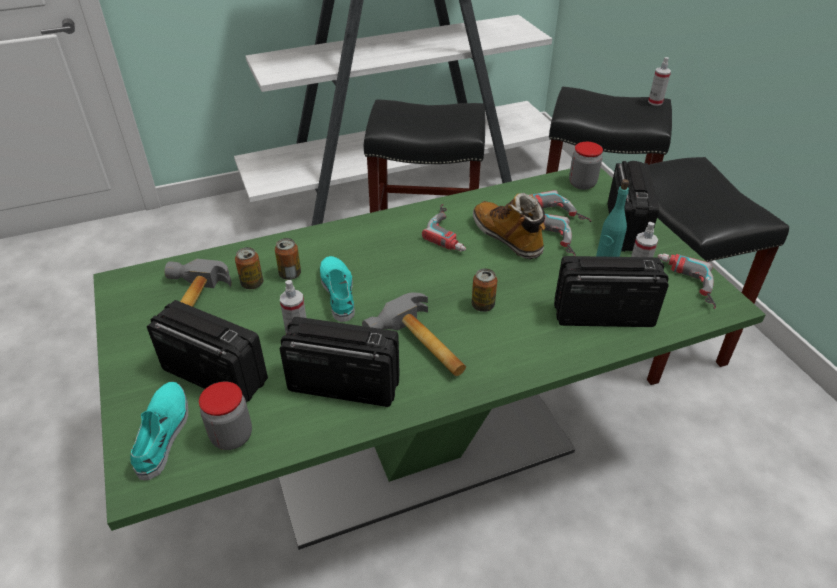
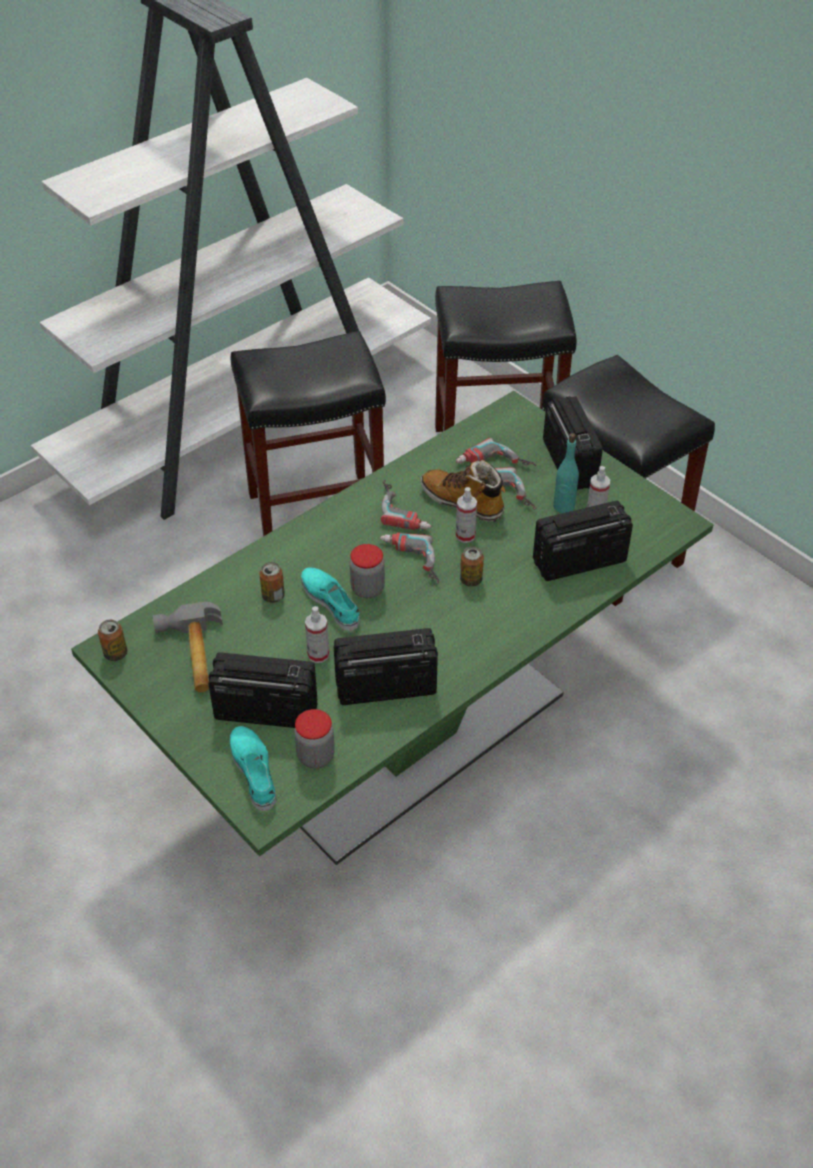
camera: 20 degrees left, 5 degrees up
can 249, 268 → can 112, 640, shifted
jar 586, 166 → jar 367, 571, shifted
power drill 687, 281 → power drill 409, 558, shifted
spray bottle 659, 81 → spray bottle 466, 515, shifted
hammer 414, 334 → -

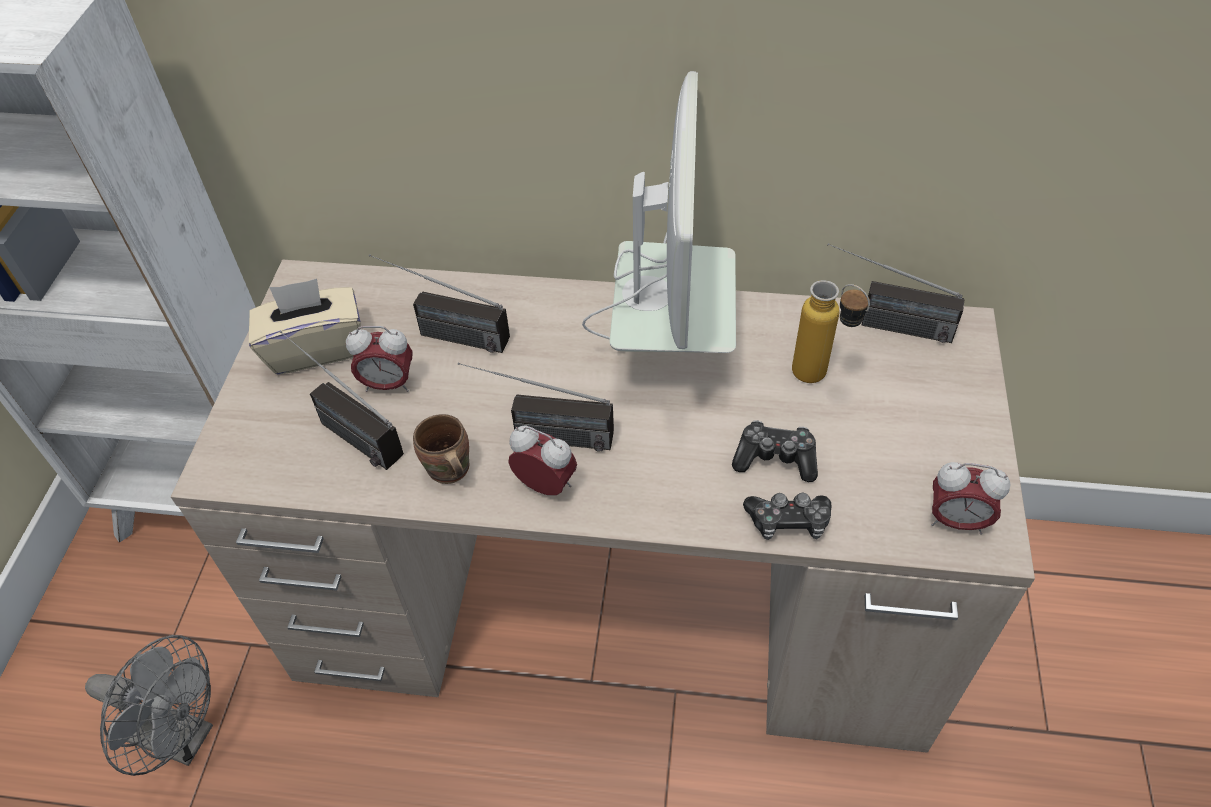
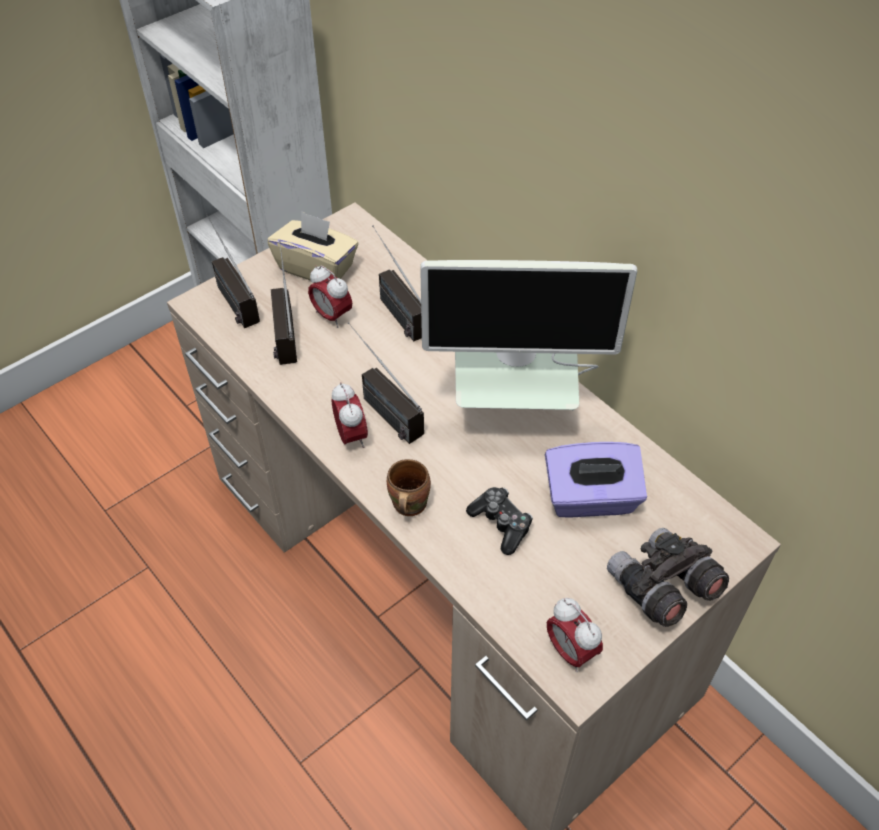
camera: 40 degrees right, 0 degrees up
radio 895, 293 → radio 233, 271, shifted
brown mug 441, 449 → brown mug 409, 487, shifted
monitor 659, 212 → monitor 528, 335, 45 degrees clockwise
bottle 831, 331 → purple tissue box 596, 480
- → grey binoculars 668, 577
grey fan 149, 705 → -
game controller 787, 516 → -

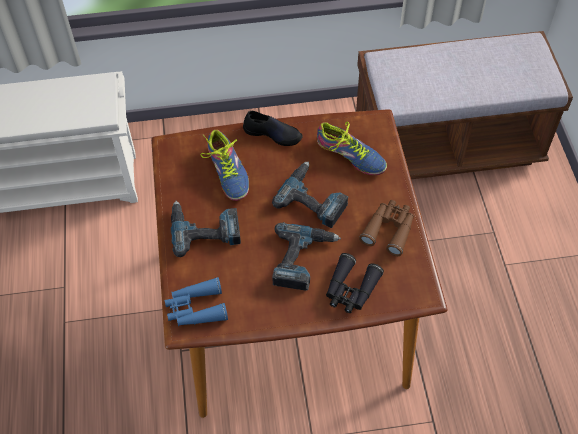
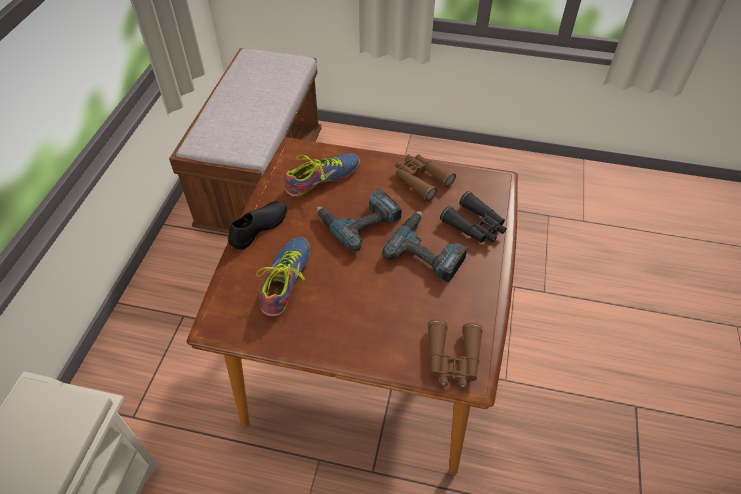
camera: 70 degrees left, 5 degrees down
shoe 225, 165 → shoe 283, 276, 75 degrees counterclockwise
blue binoculars 196, 301 → brown binoculars 455, 354
power drill 206, 229 → -

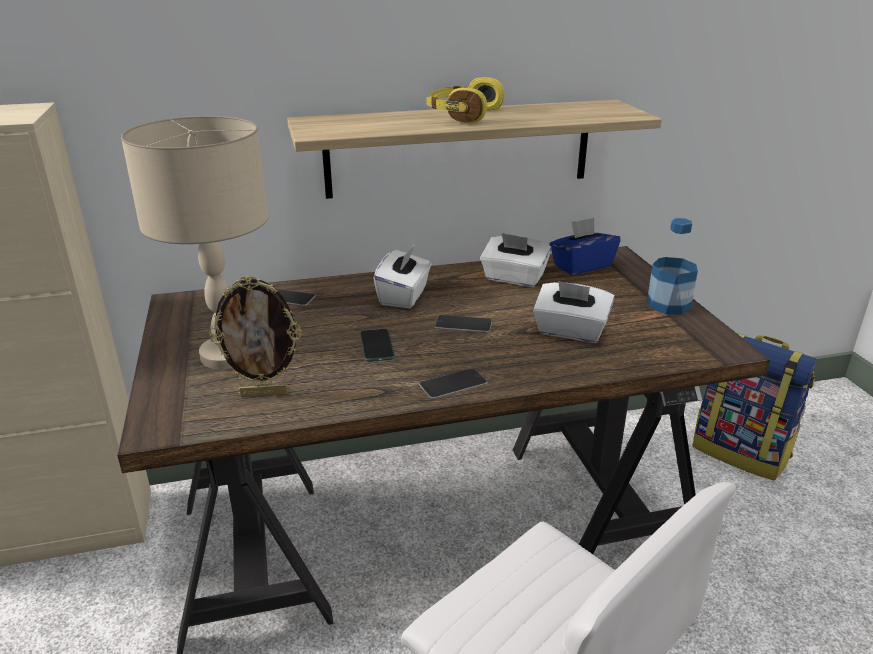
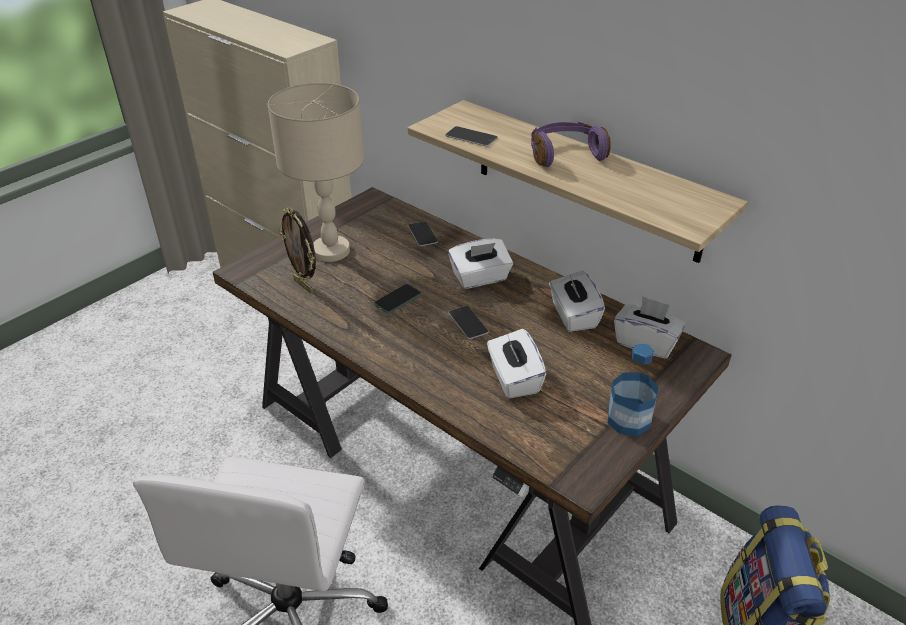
camera: 55 degrees right, 10 degrees up
phone 453, 383 → phone 471, 136, shifted
yellow headphones 465, 100 → purple headphones 571, 144
blue tissue box 585, 246 → white tissue box 650, 327

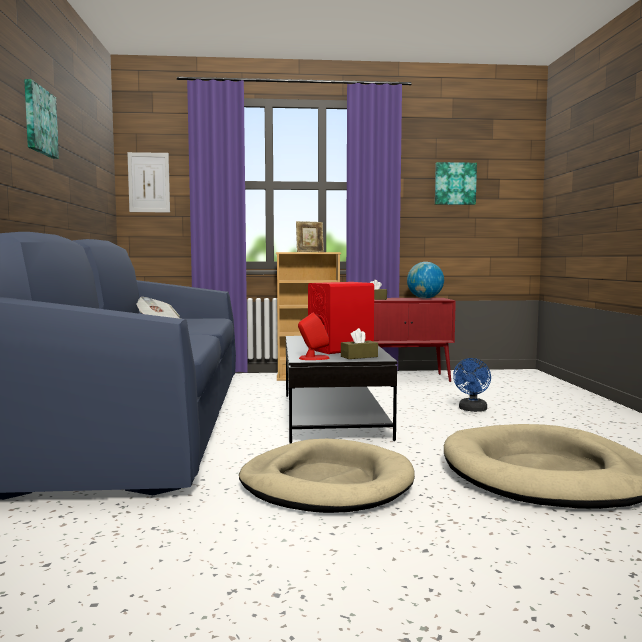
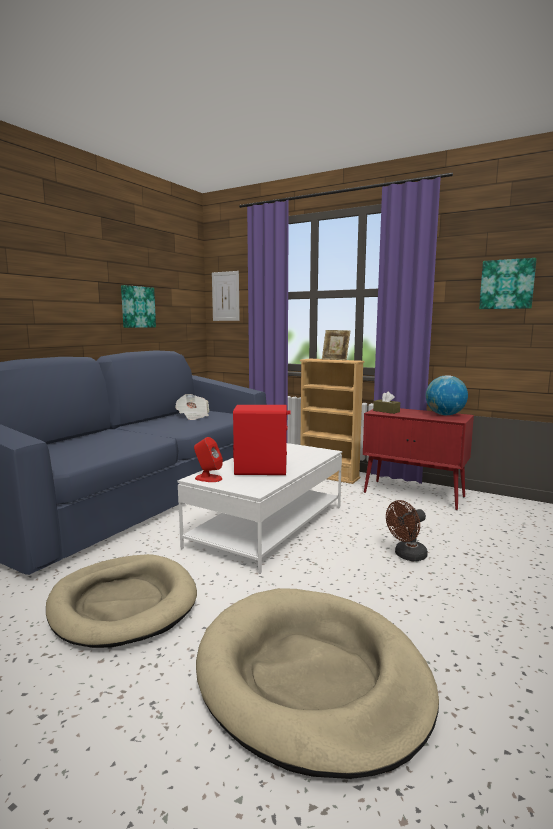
camera: 35 degrees right, 5 degrees up
picture 41, 119 → picture 138, 306, shifted
black coffee table 342, 390 → white coffee table 260, 508
blue fan 472, 385 → brown fan 407, 530
brown tissue box 359, 343 → -

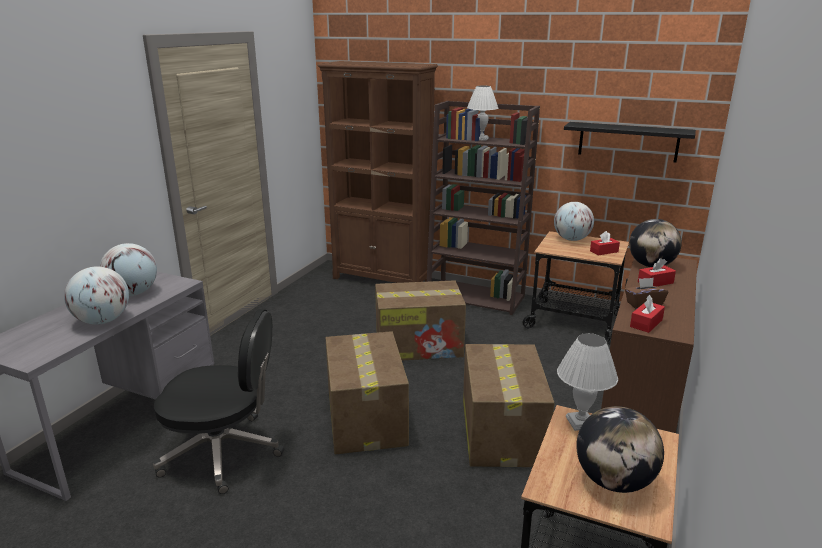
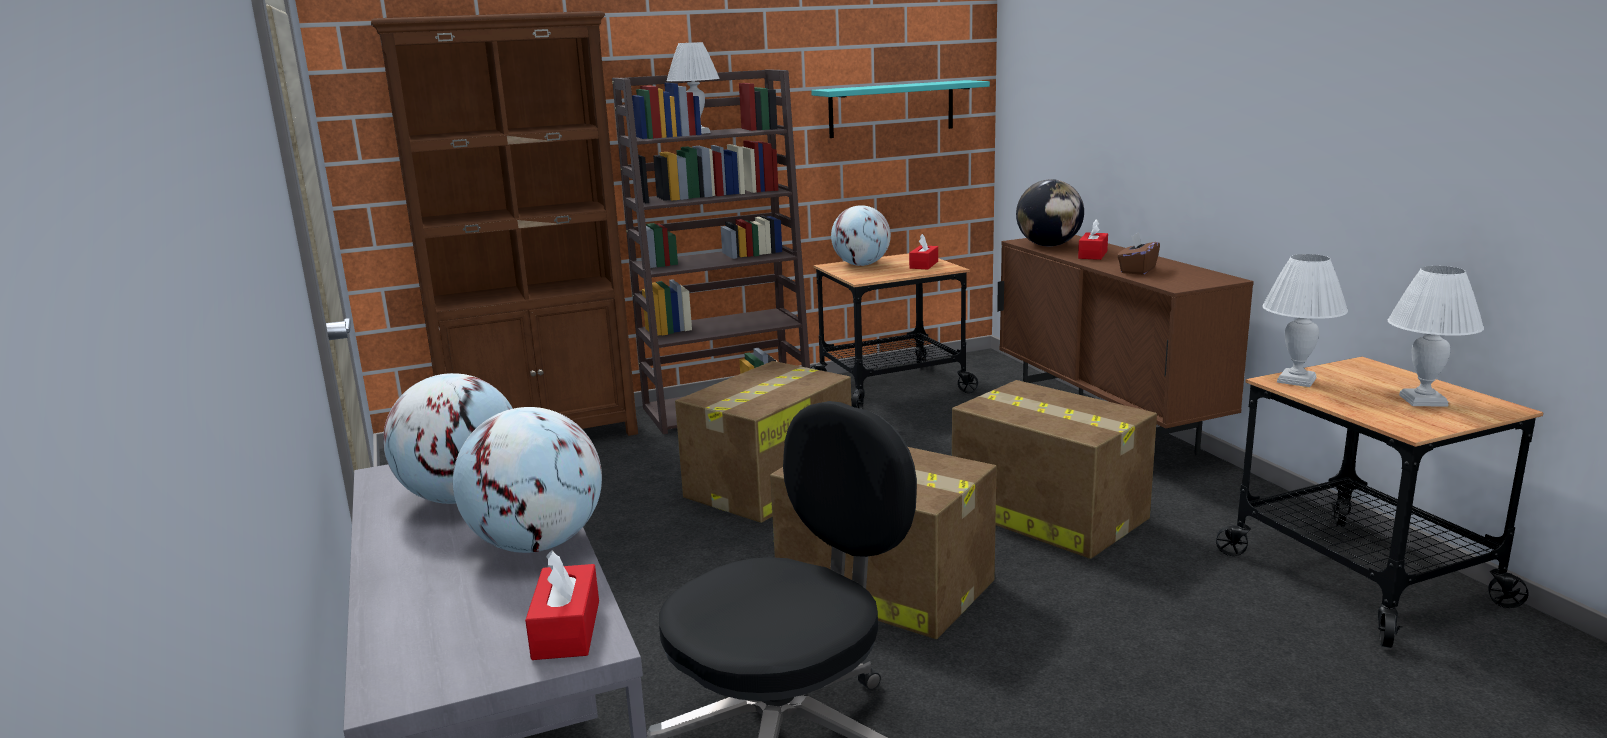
camera: 45 degrees left, 5 degrees down
red tissue box 647, 314 → red tissue box 562, 605, shifted
black shelf 630, 142 → turquoise shelf 900, 109
globe 620, 449 → white table lamp 1436, 336

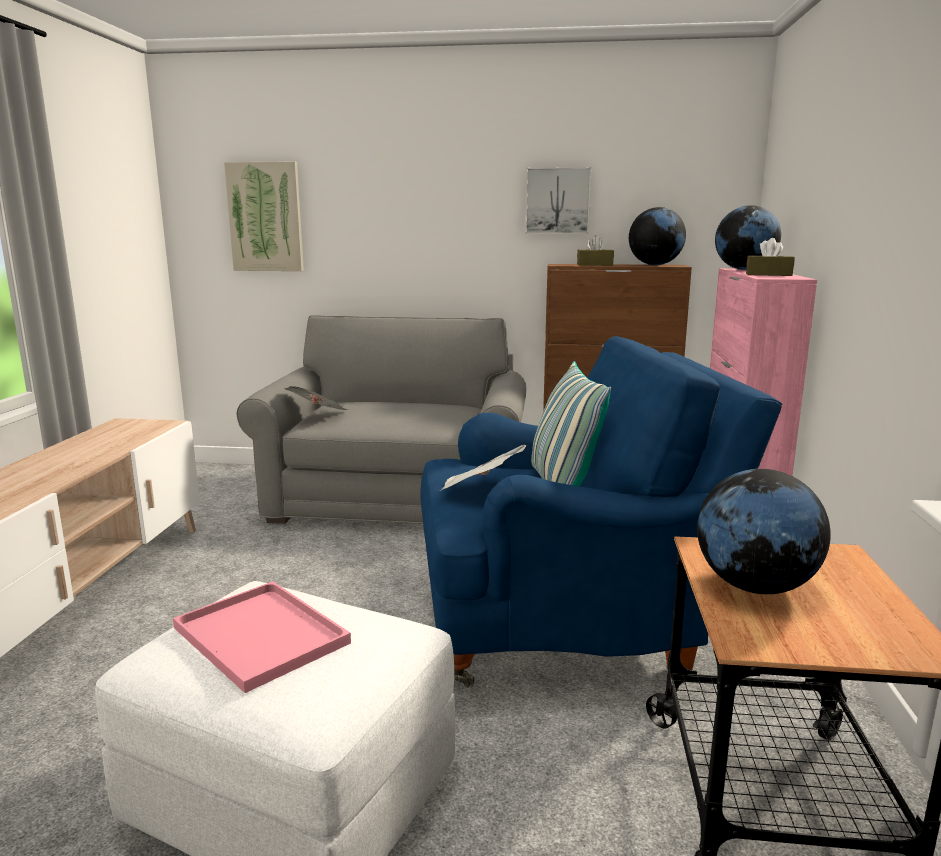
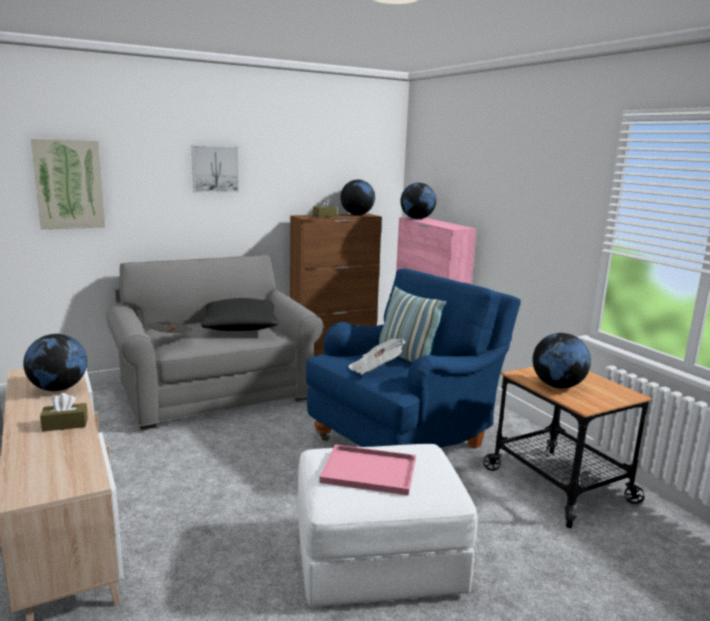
camera: 35 degrees left, 0 degrees up
- → globe 55, 362
brown tissue box 770, 257 → brown tissue box 64, 412, shifted
picture 558, 200 → picture 215, 169, shifted
- → black pillow 239, 314

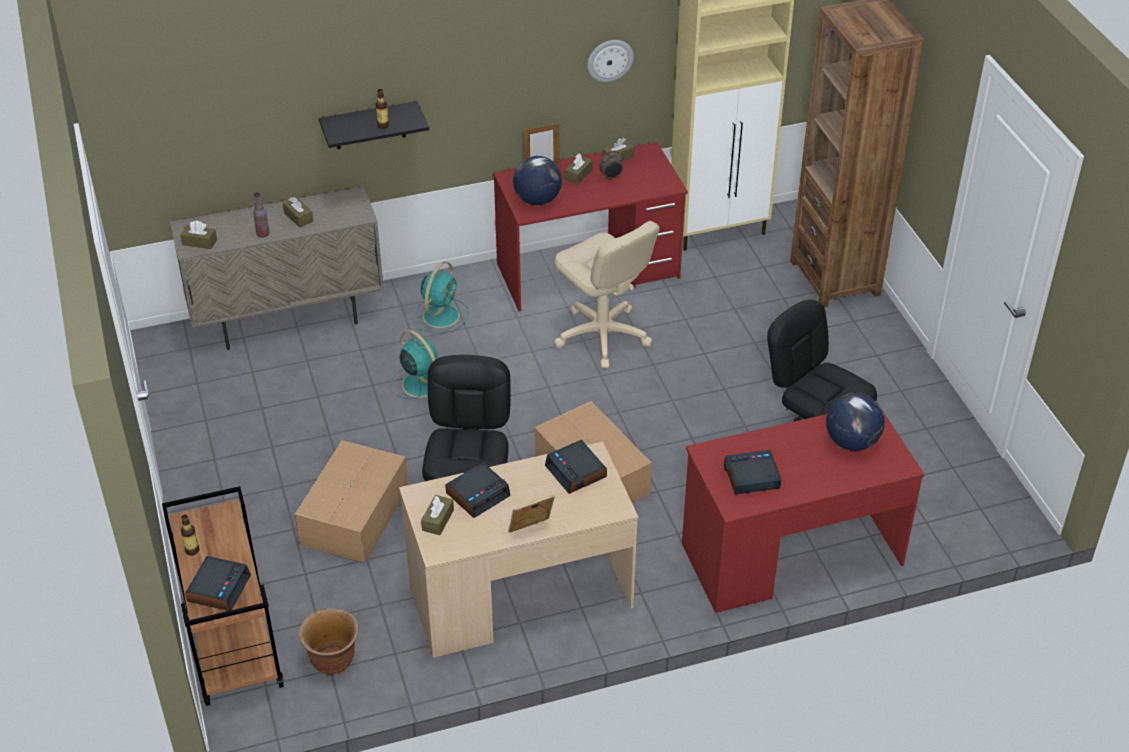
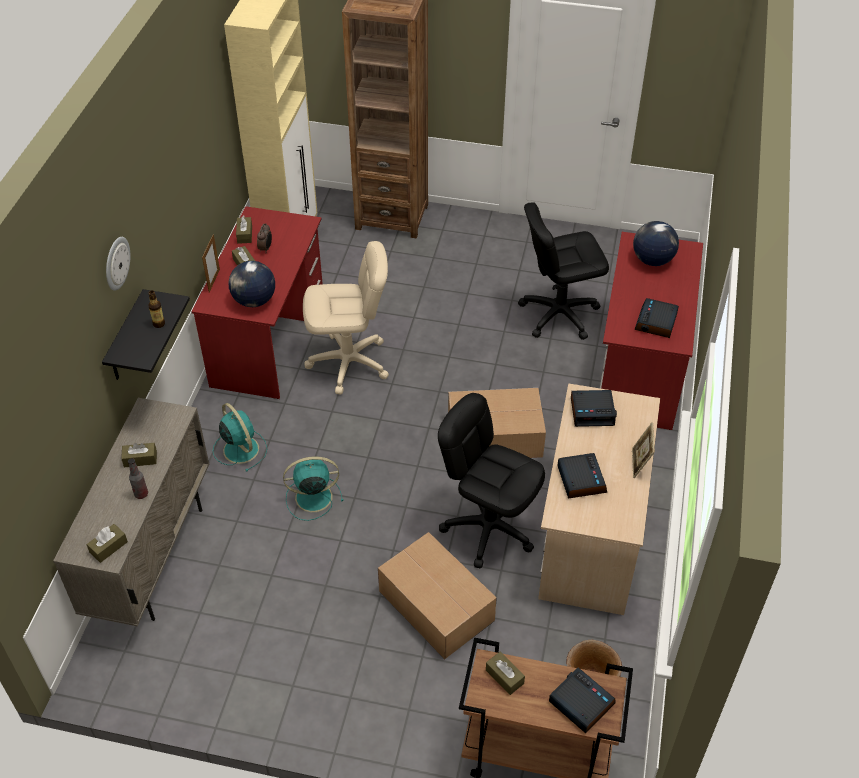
camera: 60 degrees left, 5 degrees up
wall clock 610, 61 → wall clock 118, 264, shifted
brown tissue box 437, 515 → brown tissue box 505, 673, shifted
bottle 190, 534 → -

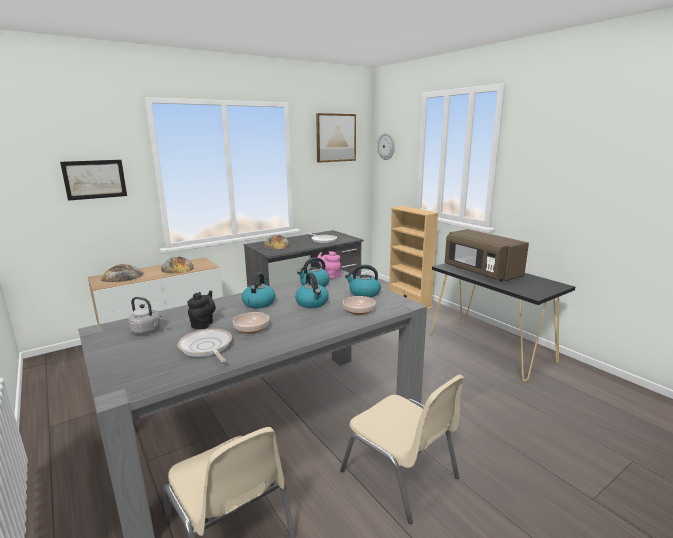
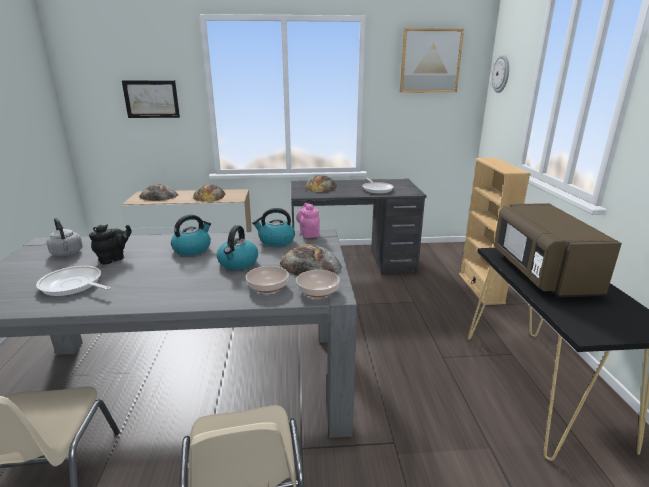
camera: 30 degrees right, 5 degrees up
frying pan 205, 345 → frying pan 73, 281, 60 degrees counterclockwise
kettle 363, 281 → bread 311, 260
bowl 251, 323 → bowl 318, 284, shifted

